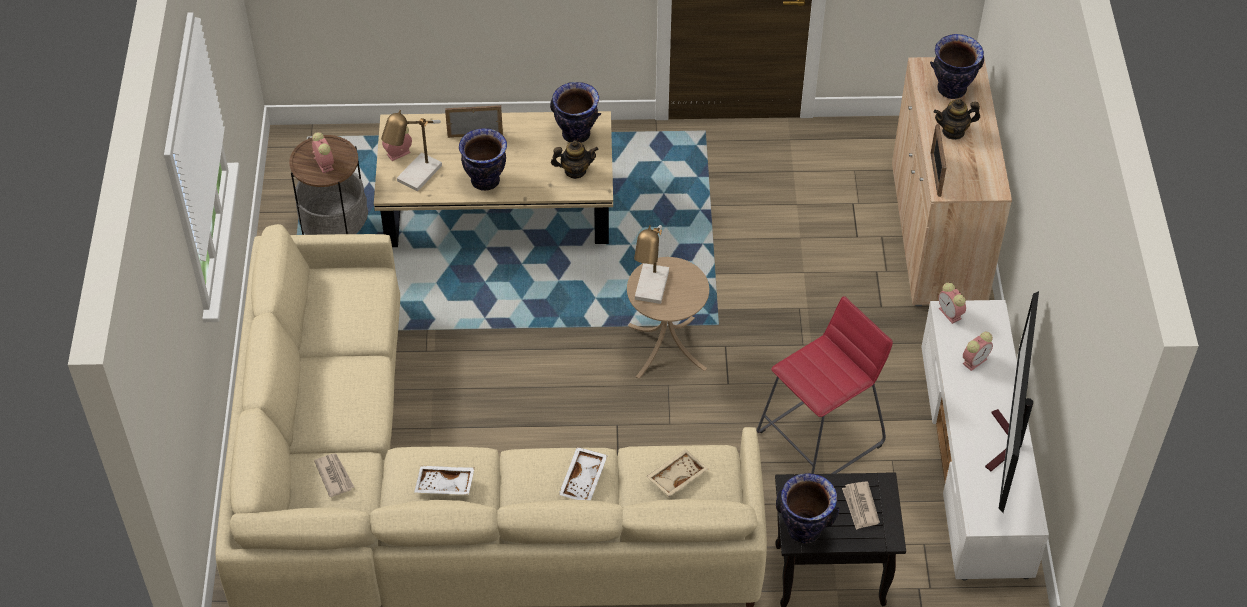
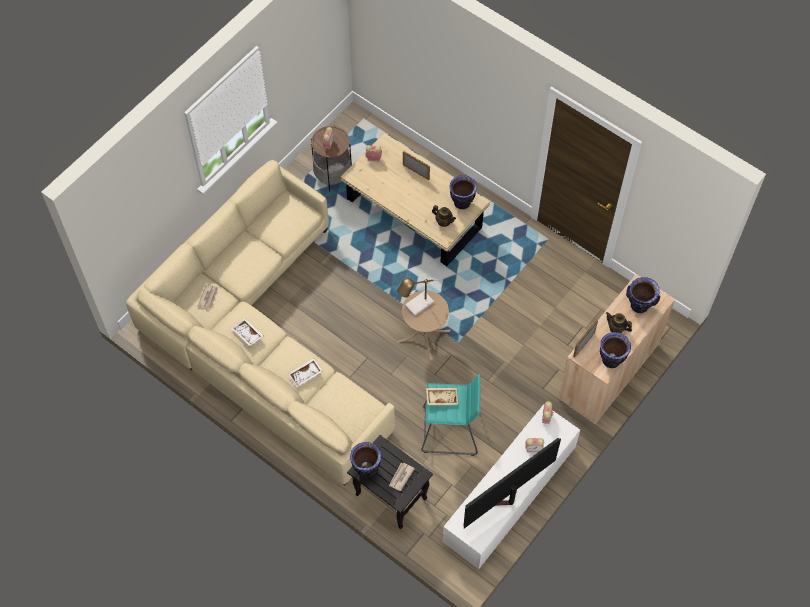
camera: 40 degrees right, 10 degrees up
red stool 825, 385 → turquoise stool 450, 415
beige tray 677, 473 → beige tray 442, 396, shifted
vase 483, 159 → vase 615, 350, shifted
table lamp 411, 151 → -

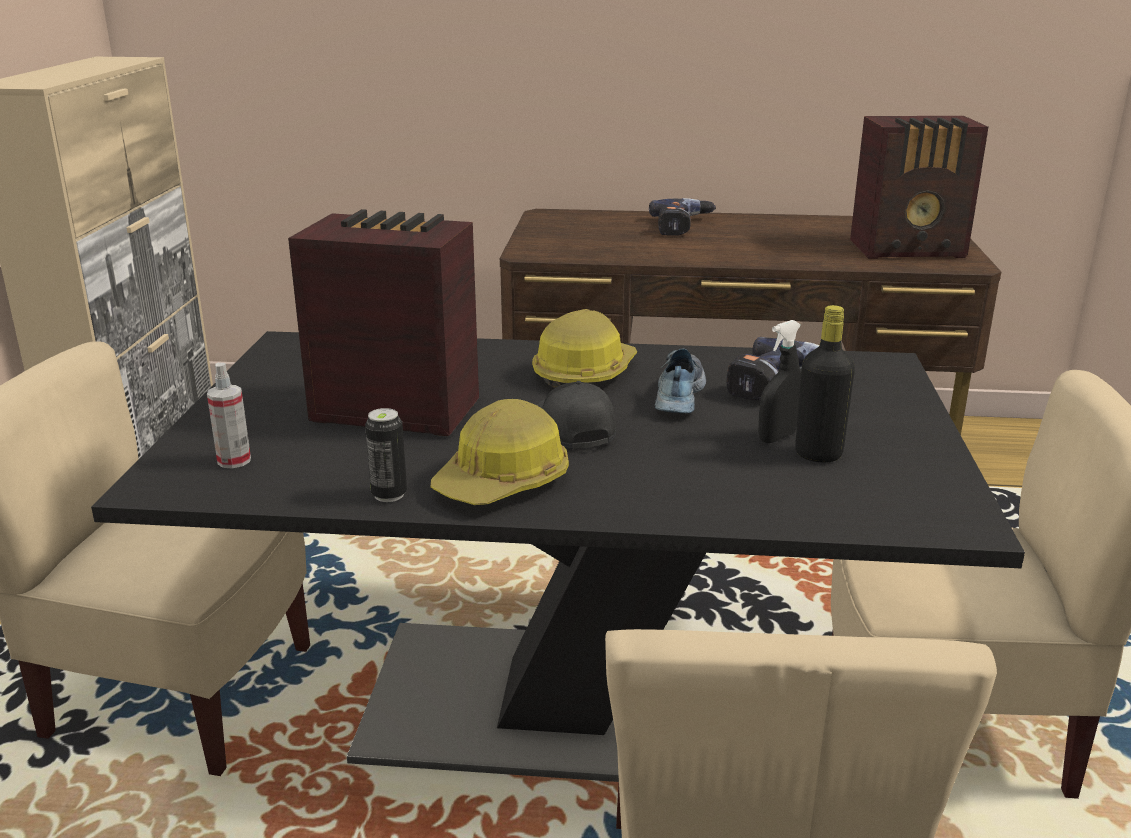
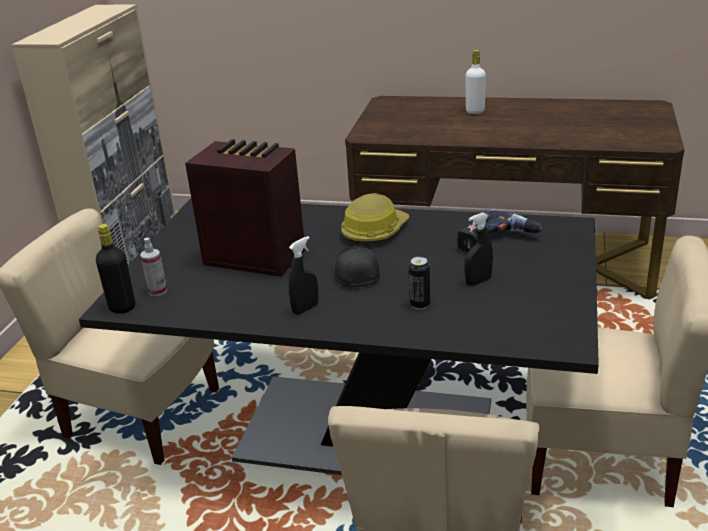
camera: 10 degrees right, 5 degrees up
black bottle 825, 383 → black bottle 115, 269, shifted
hard hat 500, 452 → black spray bottle 304, 275
can 386, 455 → can 419, 283, shifted
power drill 682, 217 → white bottle 475, 82
shoe 680, 381 → -
radio 919, 187 → -

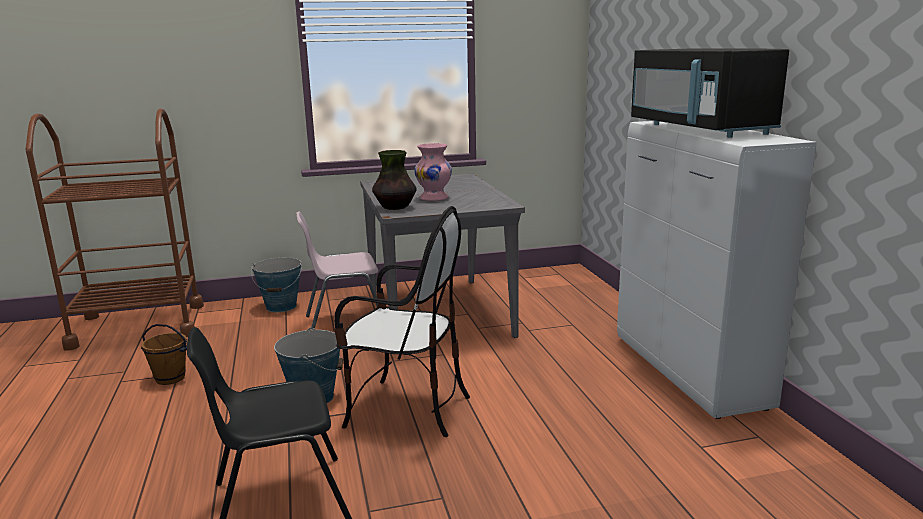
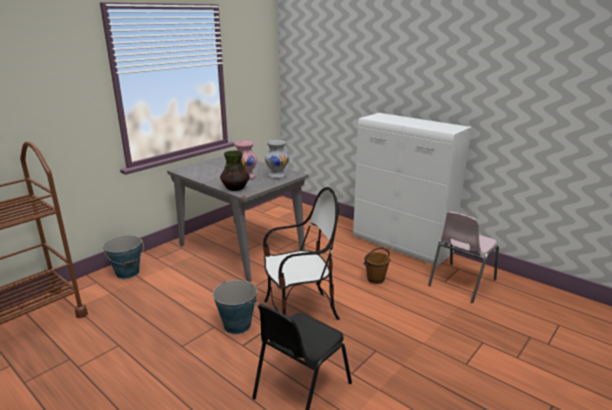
camera: 35 degrees left, 5 degrees up
- → white vase 277, 159
brown bucket 164, 354 → brown bucket 377, 266, shifted
pink chair 337, 270 → pink chair 463, 257, shifted
black microwave 710, 93 → -

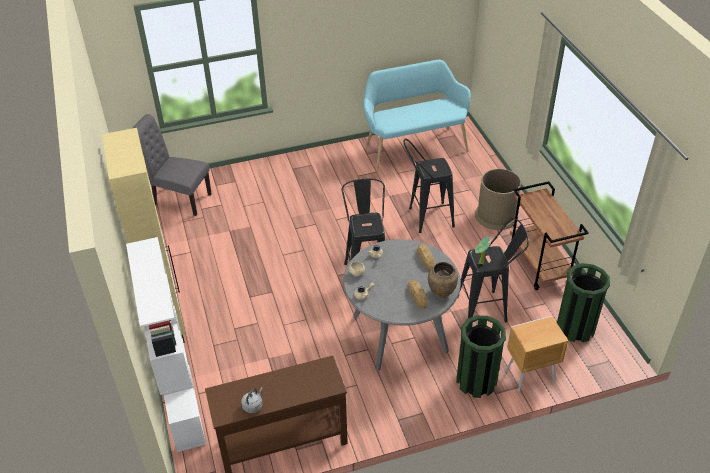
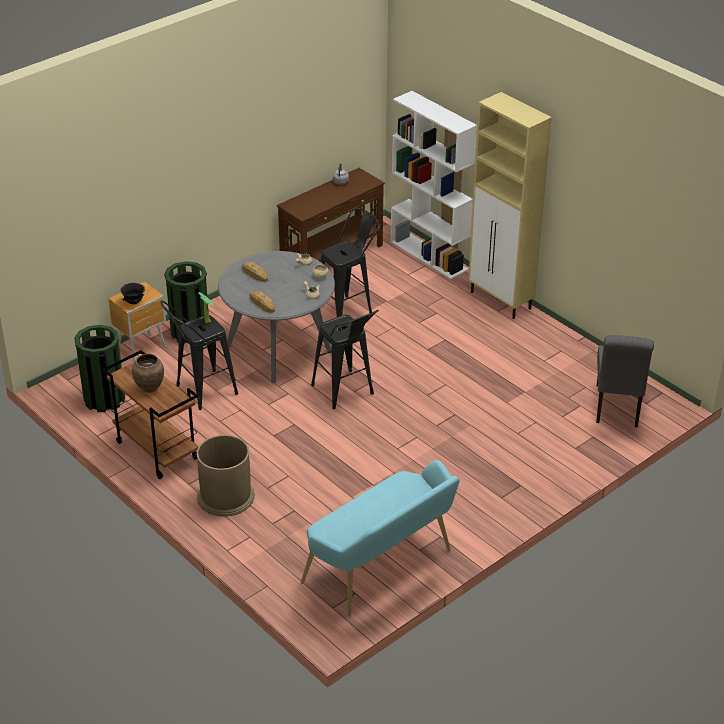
camera: 155 degrees right, 5 degrees down
- → black bowl 132, 293
brown vase 443, 280 → brown vase 148, 373, shifted
black stool 429, 186 → black stool 350, 269, shifted
grey chair 172, 165 → grey chair 625, 381, 105 degrees clockwise

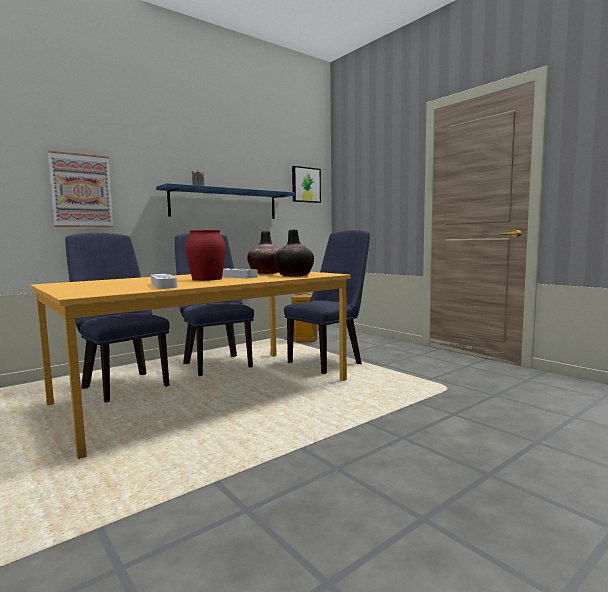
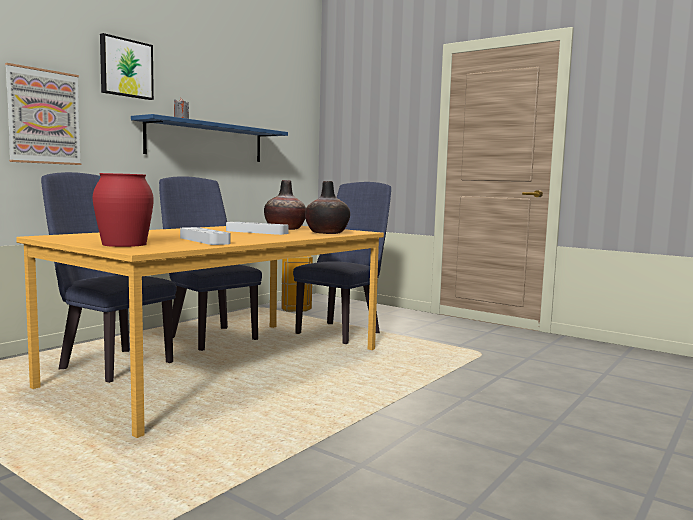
camera: 15 degrees left, 0 degrees up
red vase 205, 255 → red vase 123, 210, shifted
picture 306, 184 → picture 127, 66, shifted

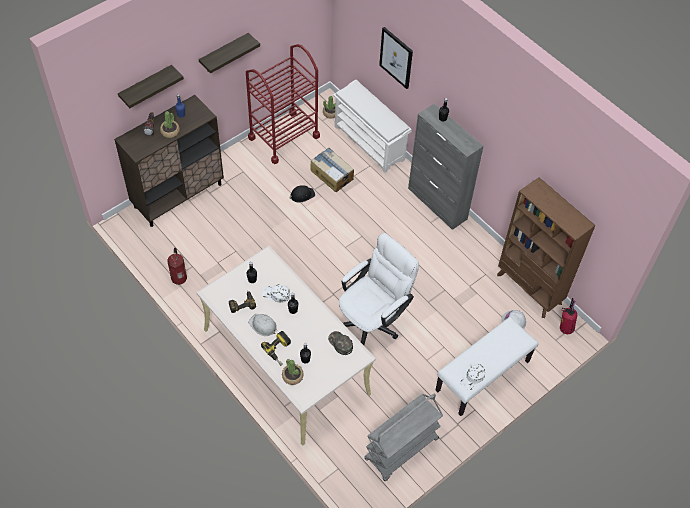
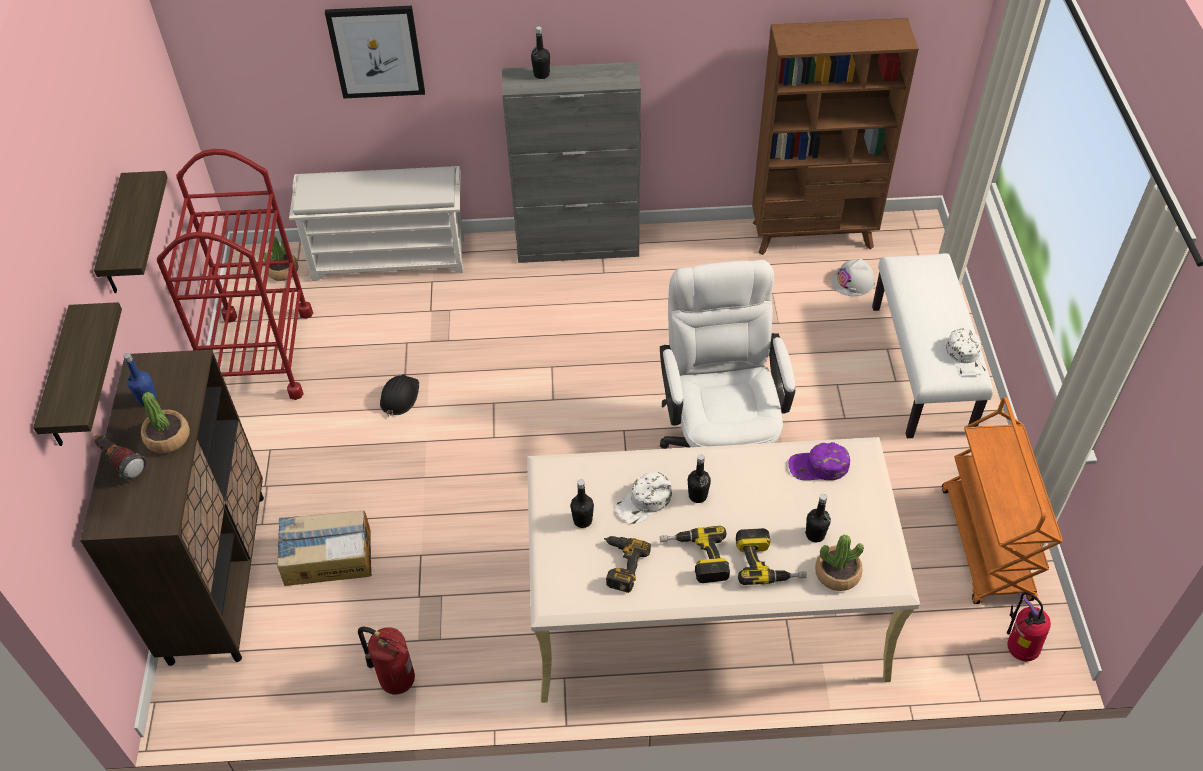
camera: 50 degrees left, 5 degrees down
cardboard box 332, 169 → cardboard box 324, 548, shifted
white hard hat 262, 325 → power drill 695, 554
green cap 340, 343 → purple cap 819, 461
grey cart 403, 437 → orange cart 1002, 500
fire extinguisher 568, 316 → fire extinguisher 1029, 626, shifted

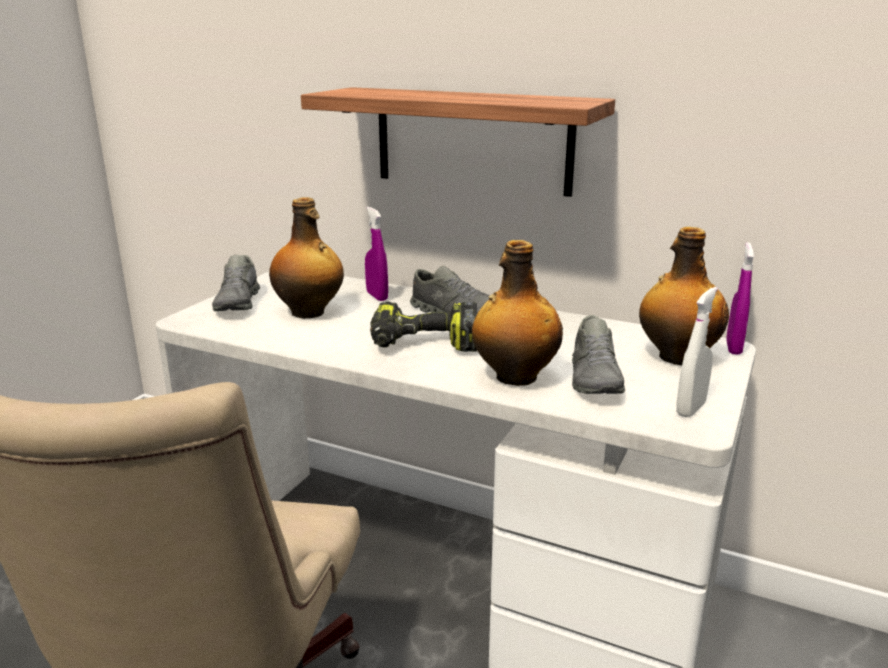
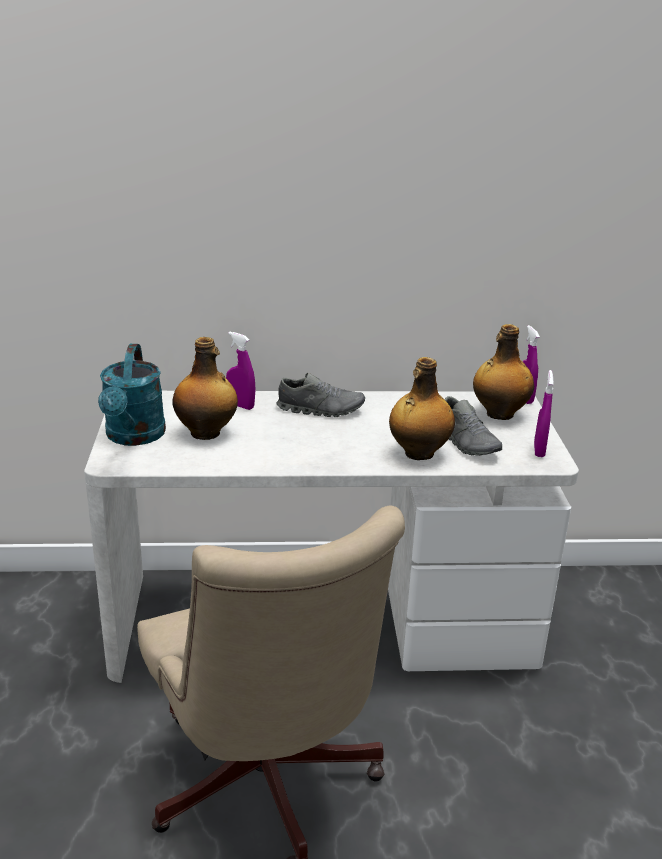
camera: 30 degrees left, 5 degrees up
grey shoe 236, 283 → turquoise watering can 132, 395
white spray bottle 697, 352 → purple spray bottle 544, 413
shelf 458, 142 → -
power drill 423, 327 → -

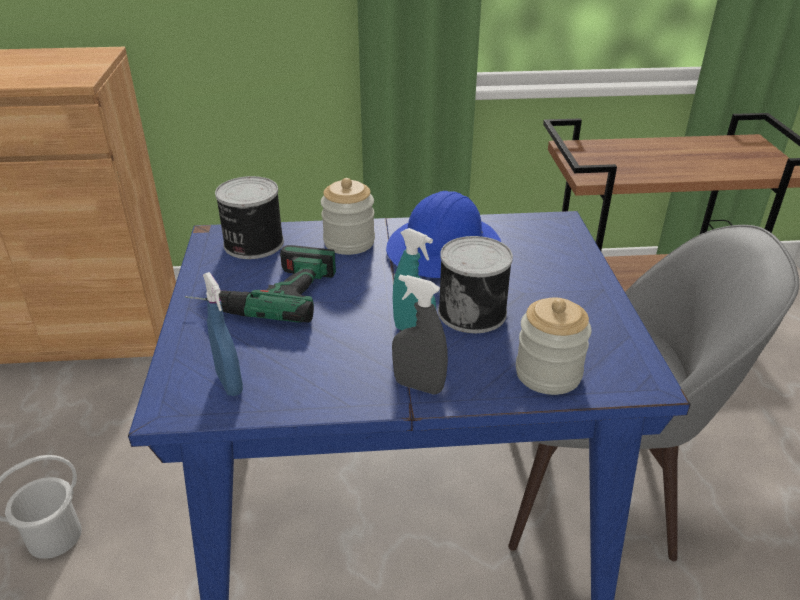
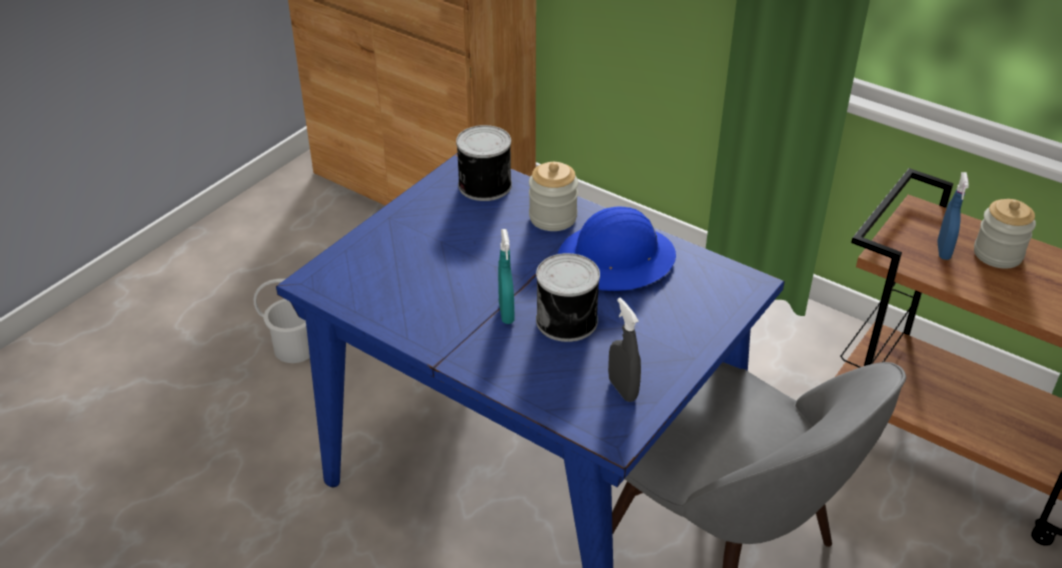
camera: 40 degrees right, 5 degrees up
grey spray bottle 420, 335 → grey spray bottle 624, 350, shifted
blue spray bottle 223, 334 → blue spray bottle 953, 216, shifted
jar 554, 346 → jar 1005, 234, shifted
power drill 260, 284 → -

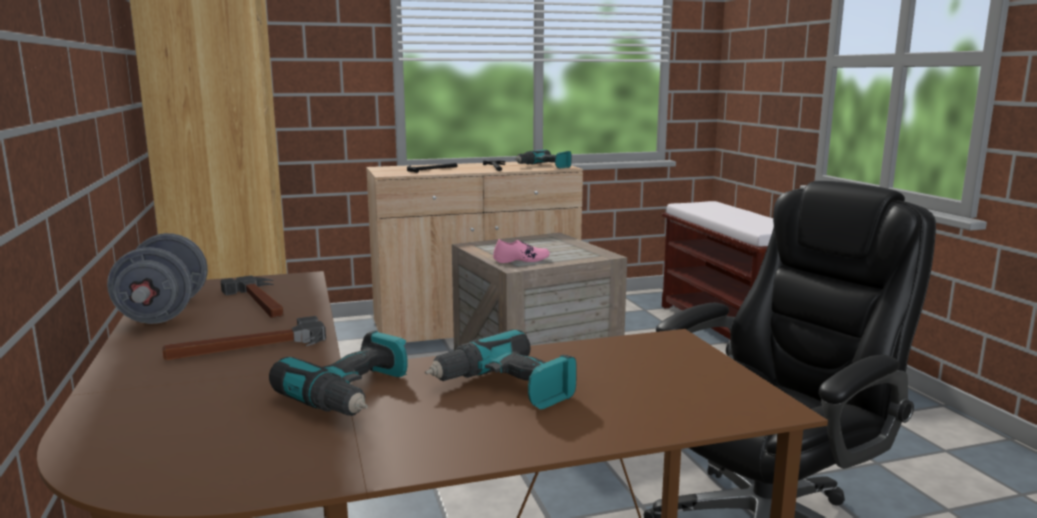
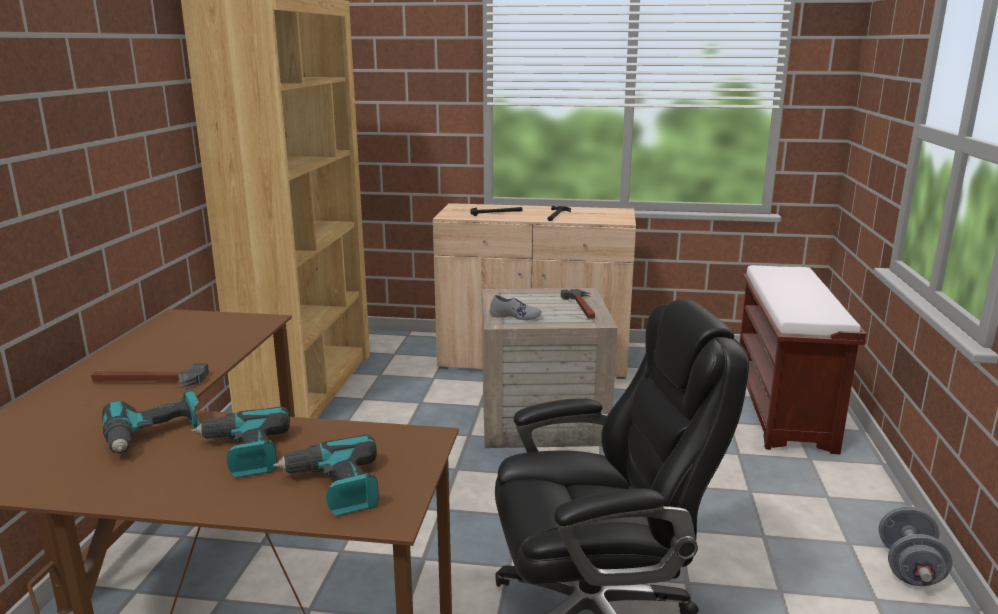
camera: 25 degrees right, 5 degrees up
power drill 543, 159 → power drill 326, 475, shifted
pink shoe 521, 251 → grey shoe 516, 307
hammer 252, 296 → hammer 578, 304, shifted
grey dumbbell 157, 278 → grey dumbbell 916, 546, shifted

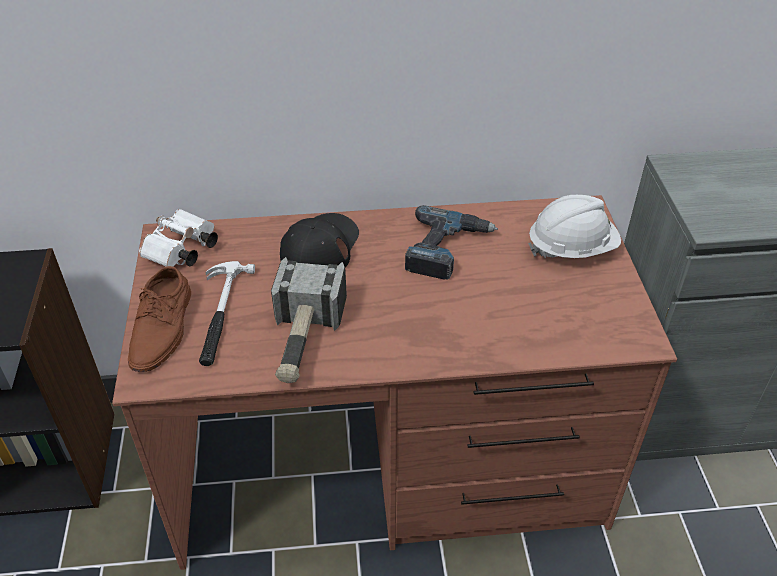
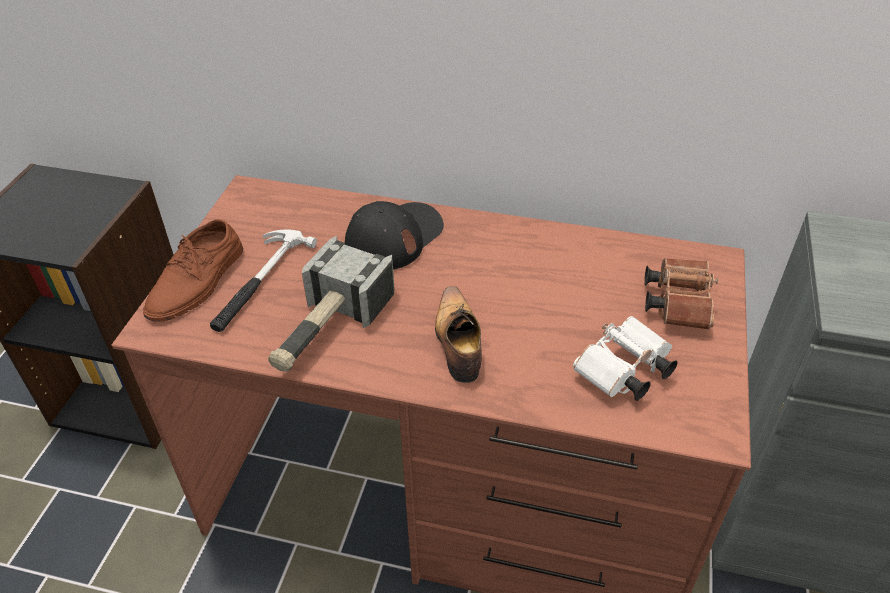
camera: 20 degrees right, 0 degrees up
- → shoe 458, 334
white binoculars 178, 238 → white binoculars 625, 358, shifted
white hard hat 574, 226 → brown binoculars 681, 294
power drill 451, 242 → -

